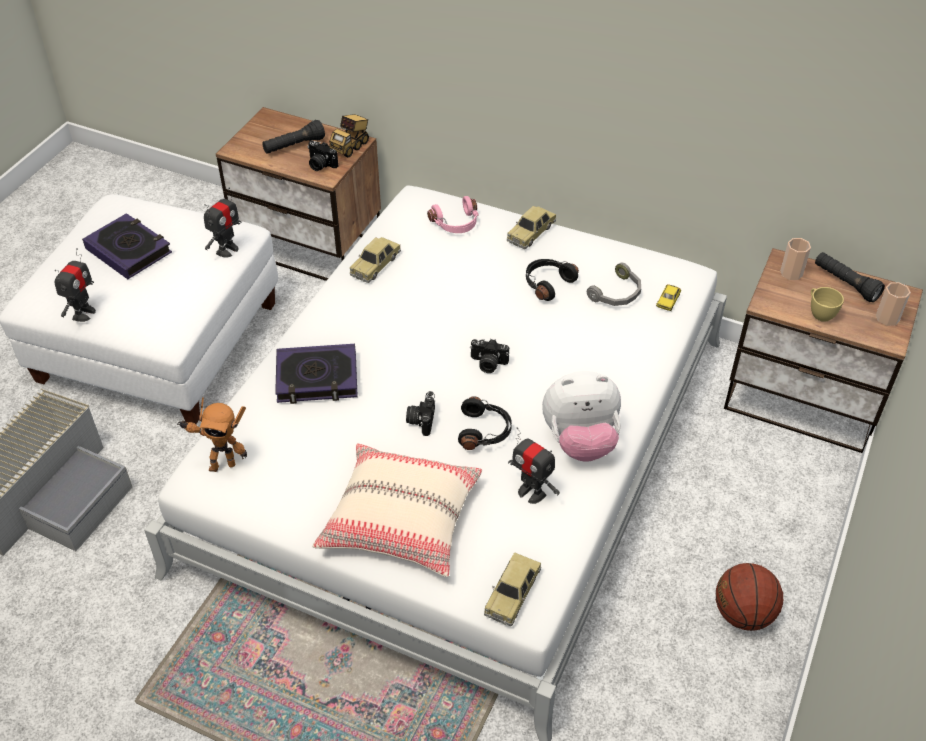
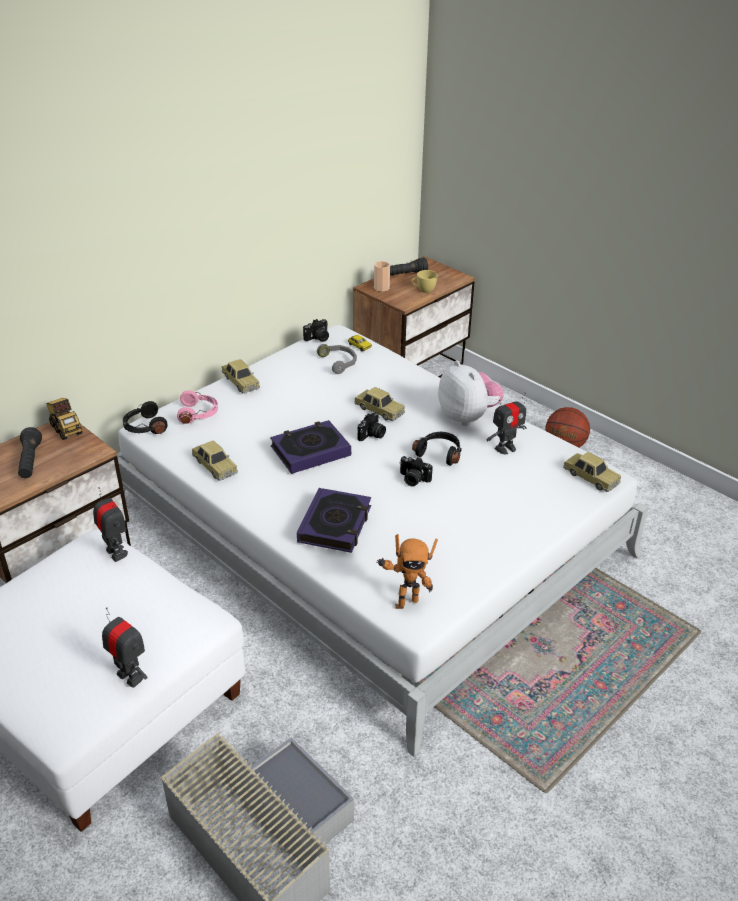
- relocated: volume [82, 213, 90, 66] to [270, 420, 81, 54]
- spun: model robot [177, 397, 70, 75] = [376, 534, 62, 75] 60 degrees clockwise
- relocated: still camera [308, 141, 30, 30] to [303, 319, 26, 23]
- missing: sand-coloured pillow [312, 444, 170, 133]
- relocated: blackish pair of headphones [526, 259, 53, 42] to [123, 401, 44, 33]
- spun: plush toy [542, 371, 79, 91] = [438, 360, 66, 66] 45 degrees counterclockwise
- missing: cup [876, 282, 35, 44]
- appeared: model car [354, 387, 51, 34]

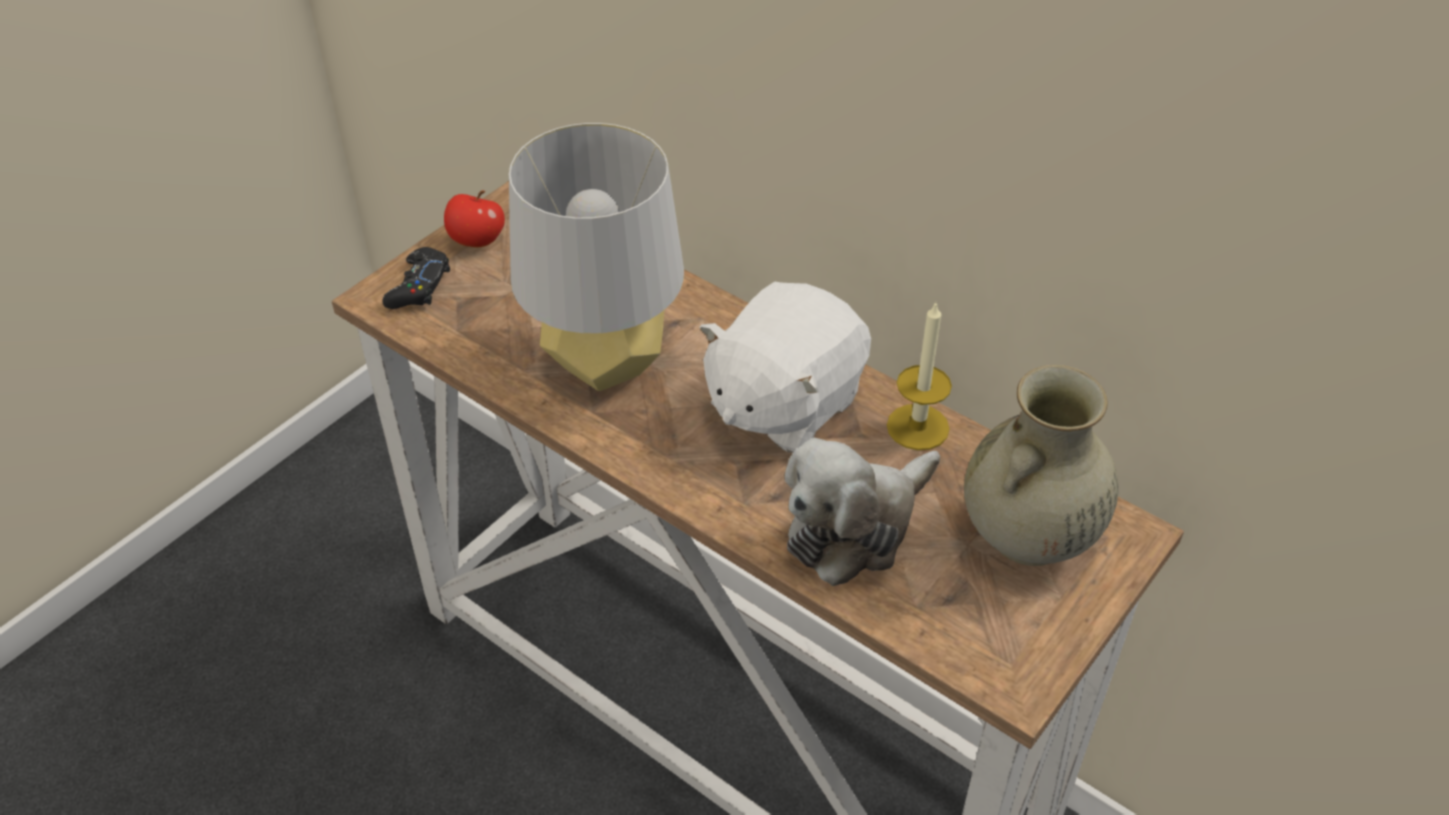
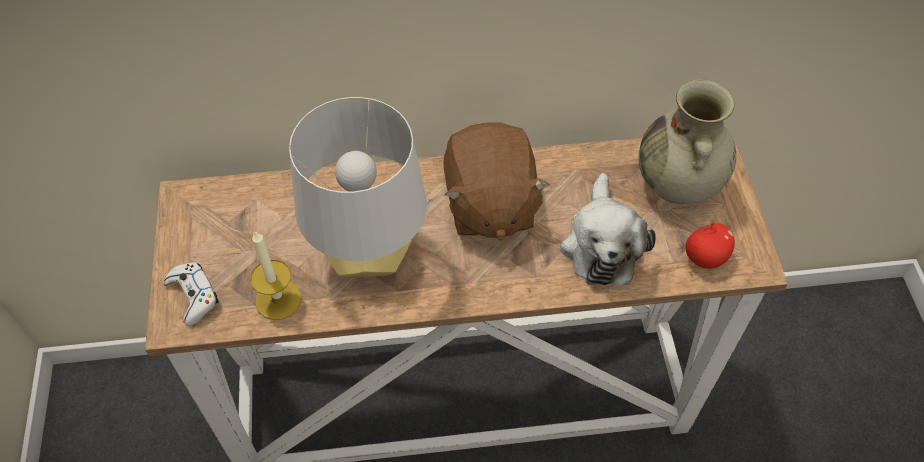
- colour: blackish joypad [382, 247, 68, 62] to white-coloured joypad [164, 262, 55, 64]
- relocated: apple fruit [444, 190, 61, 57] to [685, 221, 50, 48]
- colour: white-coloured plush toy [699, 282, 172, 171] to brown plush toy [443, 122, 107, 118]
- relocated: wax light [887, 302, 65, 148] to [250, 231, 51, 89]

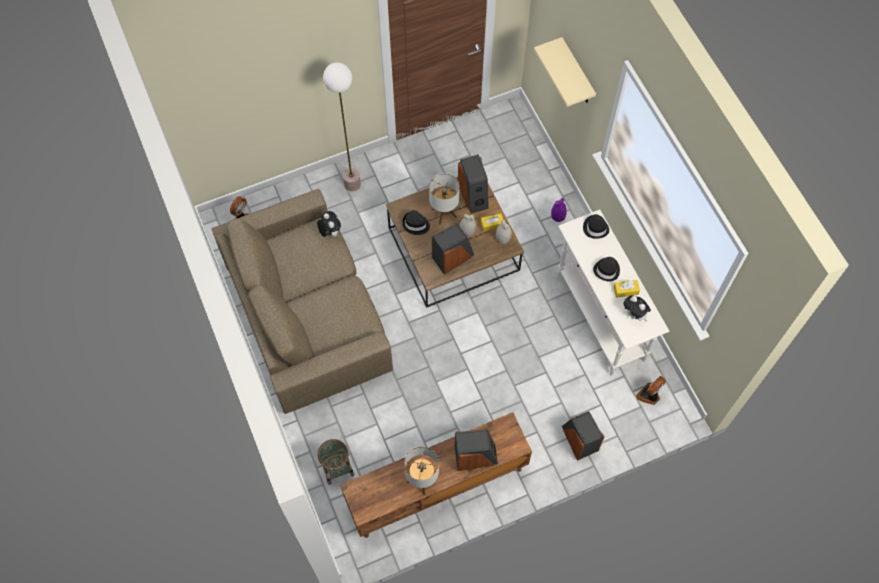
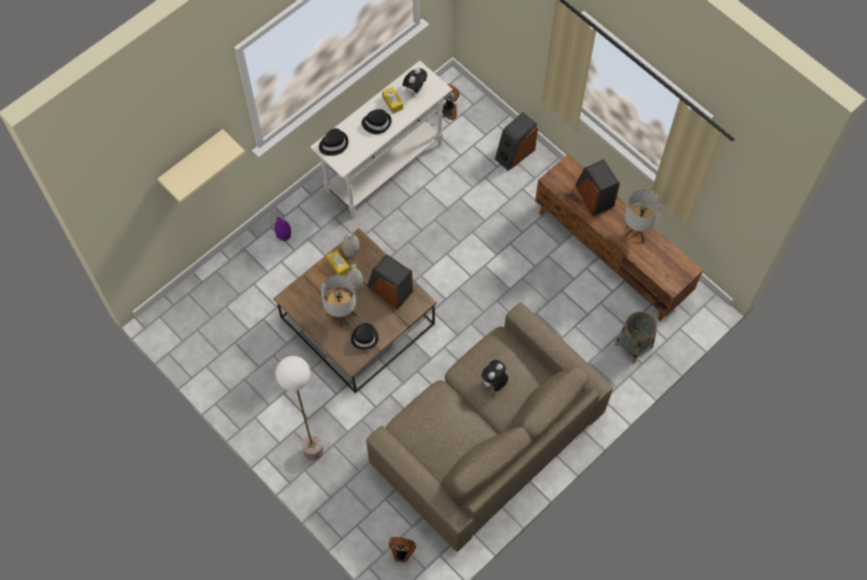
- relocated: plush toy [317, 211, 24, 26] to [482, 360, 26, 32]
- missing: audio speaker [458, 154, 31, 60]

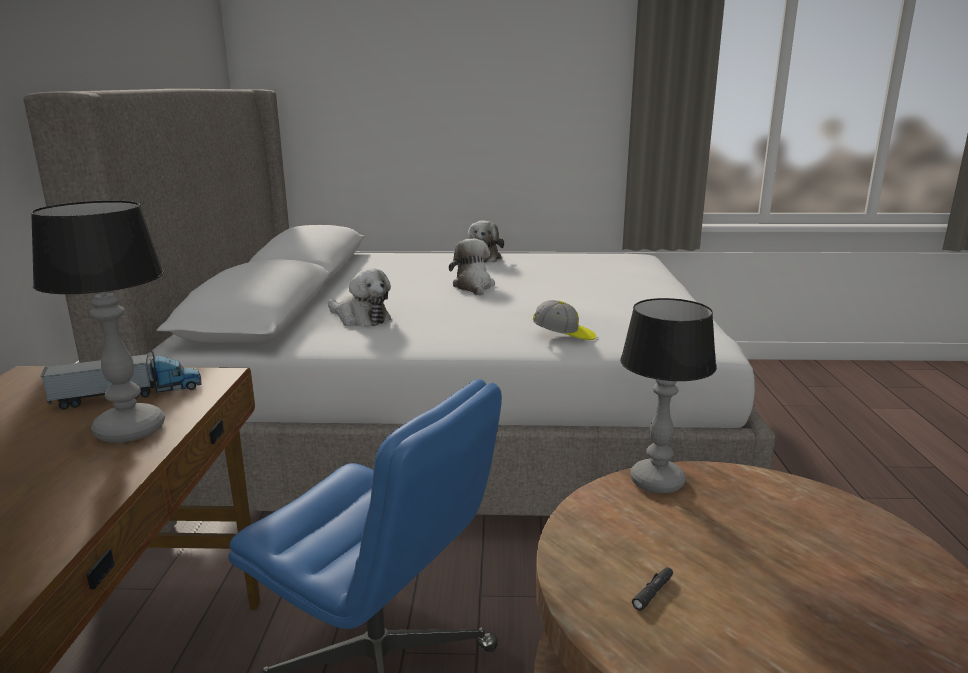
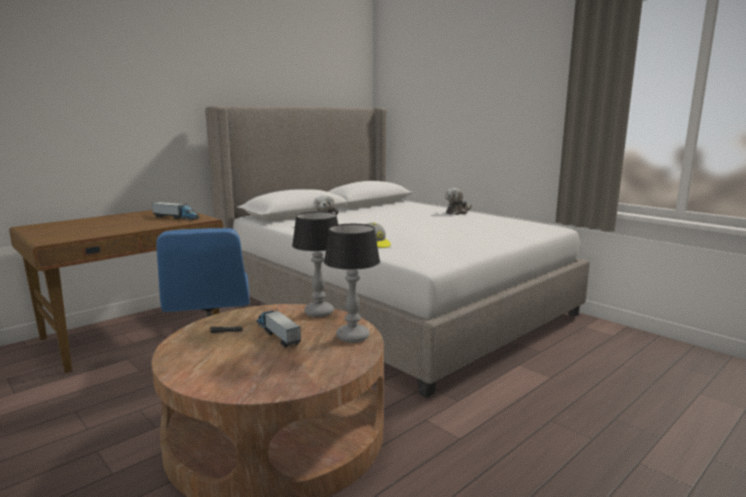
- relocated: lamp for a table [31, 200, 134, 243] to [324, 224, 56, 119]
- missing: plush toy [449, 239, 46, 57]
- appeared: toy truck [256, 308, 45, 39]

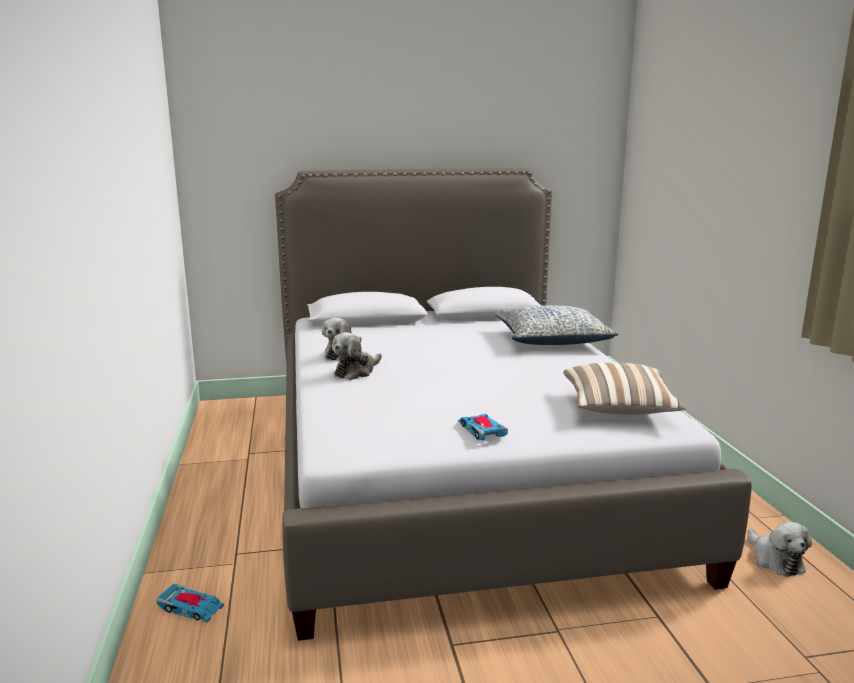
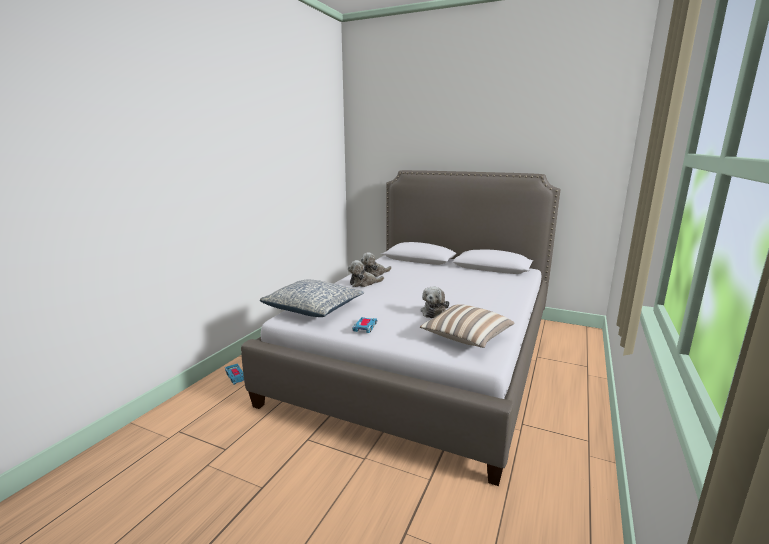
- relocated: pillow [495, 305, 123, 40] to [260, 279, 105, 38]
- relocated: plush toy [747, 522, 65, 55] to [420, 287, 29, 31]

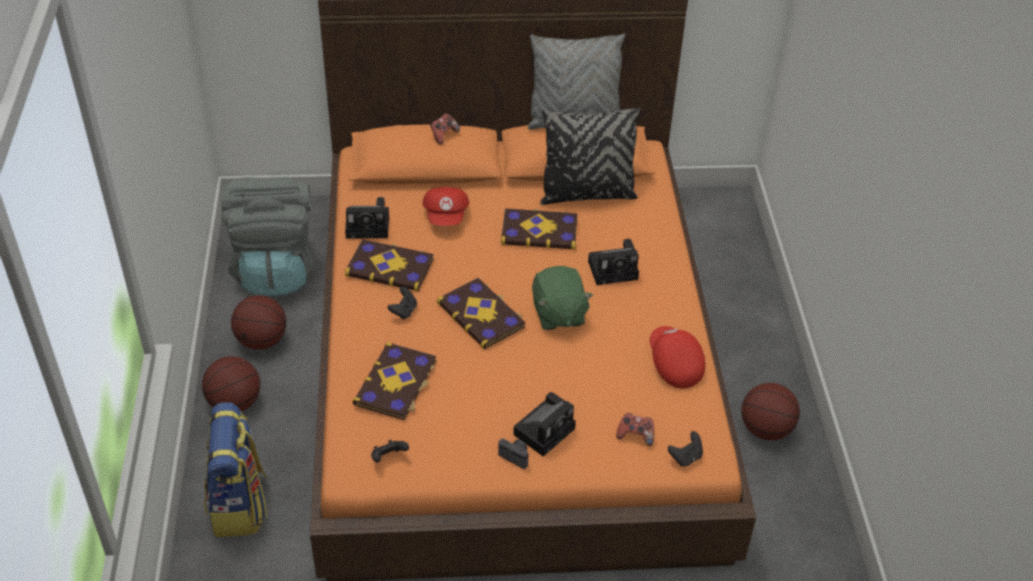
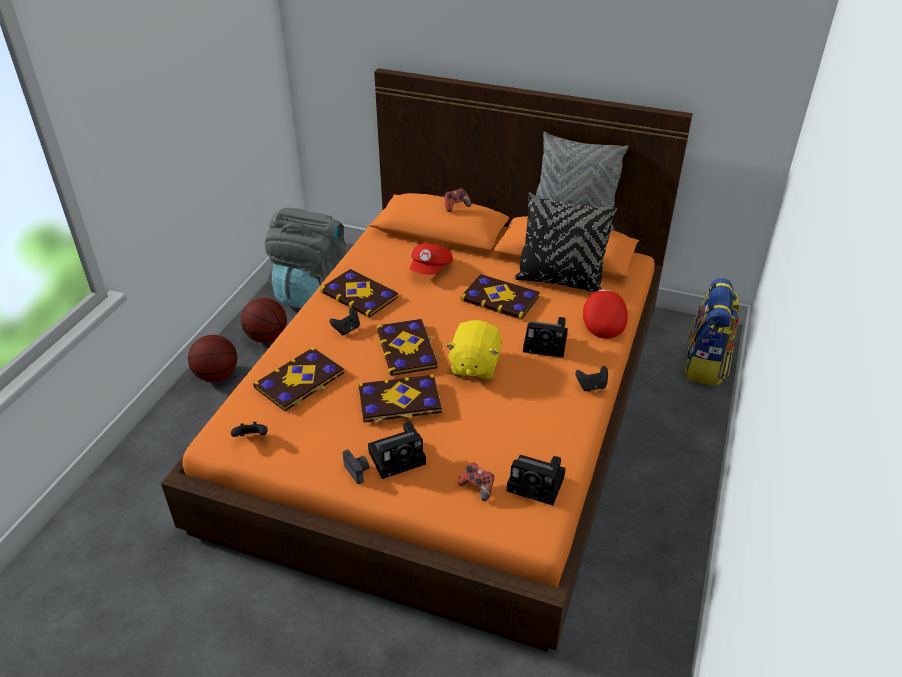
- relocated: backpack [204, 402, 64, 135] to [684, 278, 55, 108]
- relocated: still camera [345, 197, 44, 41] to [507, 455, 59, 50]
- colour: green-coloured plush toy [532, 266, 61, 64] to yellow plush toy [445, 320, 56, 61]
- relocated: reddish peaked cap [650, 326, 55, 63] to [583, 289, 45, 50]
- relocated: blackish joypad [668, 431, 35, 35] to [575, 366, 33, 25]
- missing: basketball [741, 383, 59, 57]
- appeared: volume [358, 374, 84, 49]

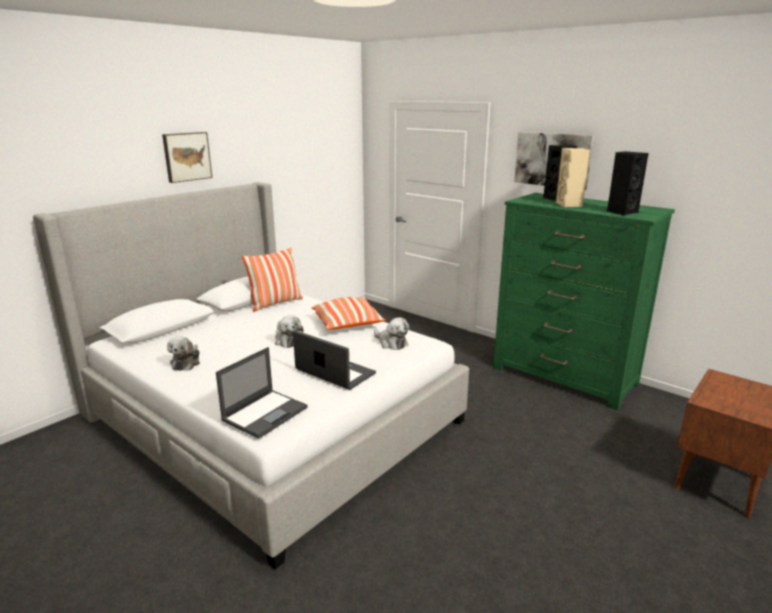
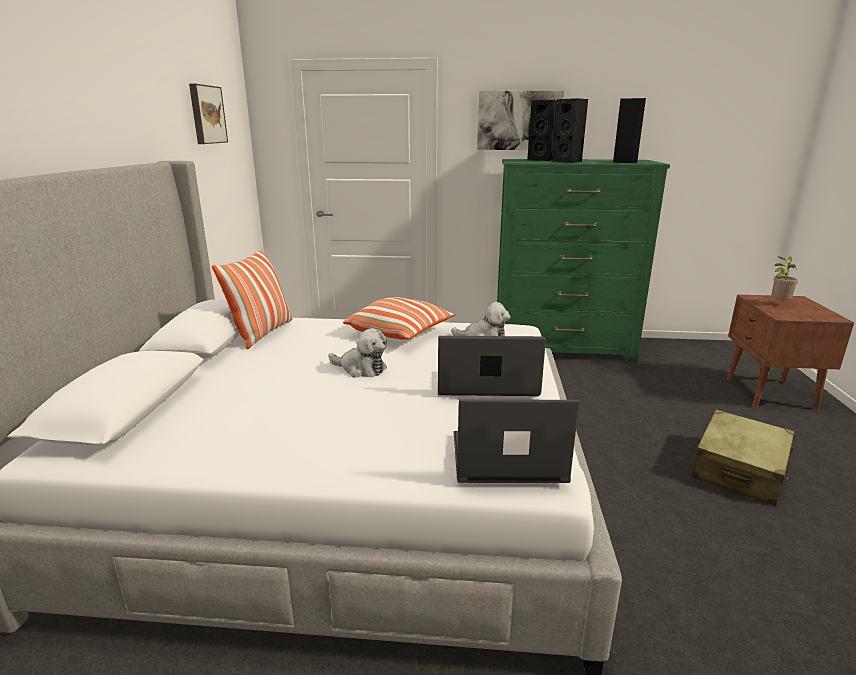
- relocated: picture [162, 132, 50, 51] to [189, 84, 39, 60]
- missing: plush toy [167, 336, 33, 35]
- spun: notebook computer [216, 347, 92, 92] = [453, 399, 126, 84] 90 degrees counterclockwise
- colour: sand-coloured audio speaker [556, 148, 34, 59] to blackish audio speaker [552, 98, 36, 65]
- appeared: sand-coloured suitcase [691, 410, 104, 96]
- appeared: potted plant [771, 256, 27, 44]

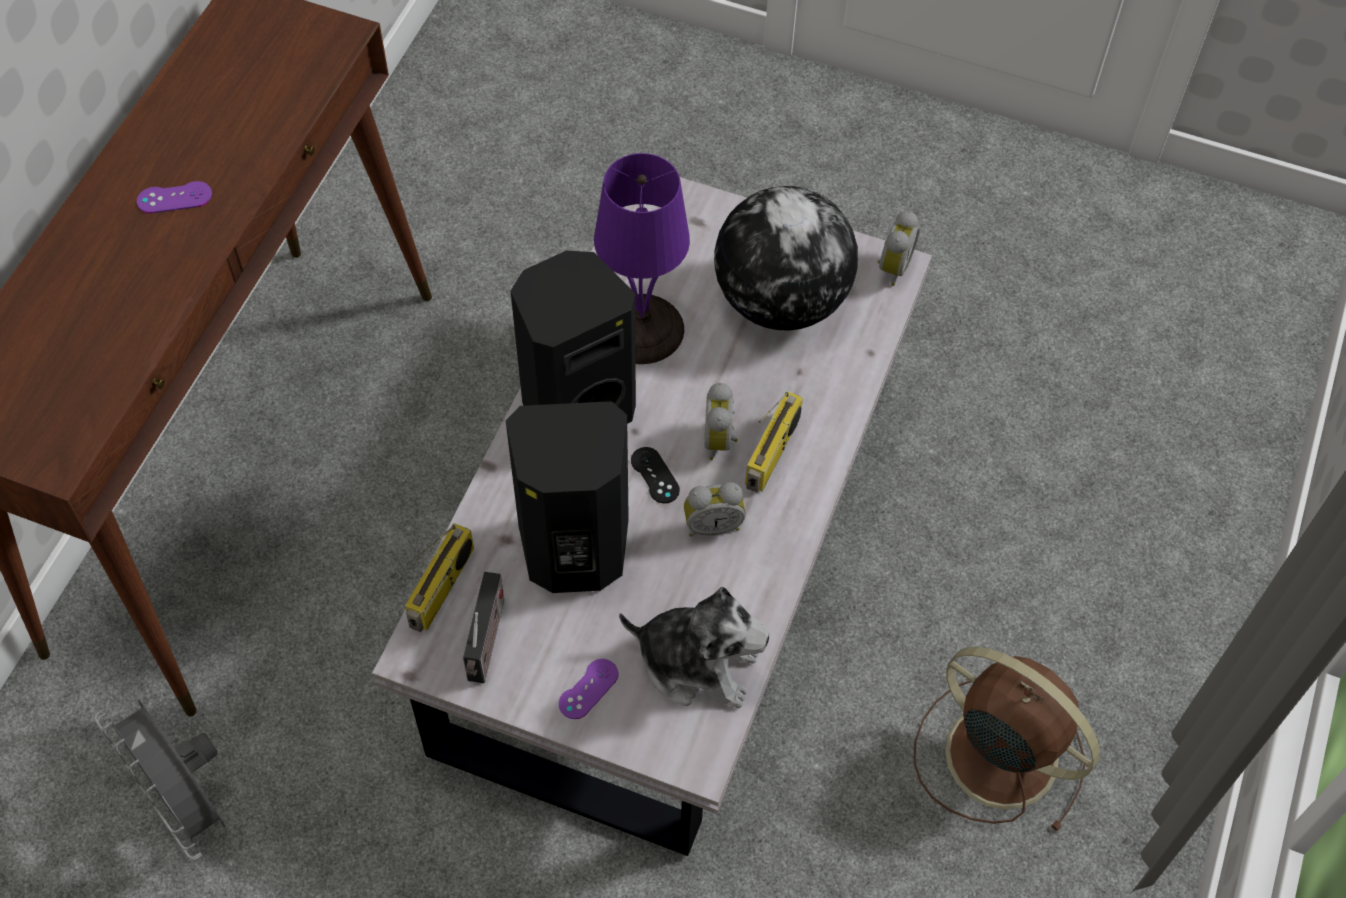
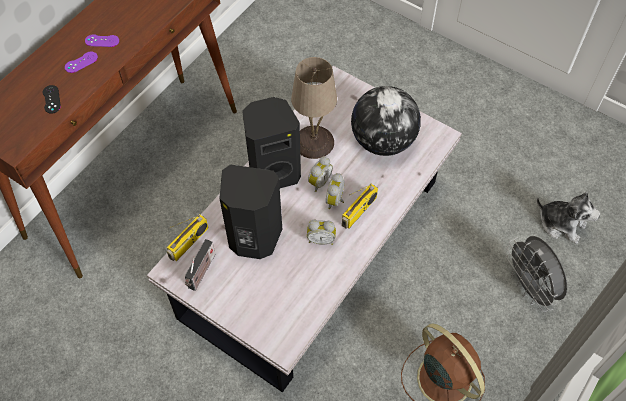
- relocated: gray fan [94, 699, 131, 161] to [506, 236, 61, 76]
- relocated: purplish joypad [559, 659, 59, 60] to [65, 52, 33, 21]
- colour: purplish lamp for a table [594, 153, 96, 211] to sand-coloured lamp for a table [291, 57, 46, 102]
- relocated: plush toy [619, 587, 151, 121] to [536, 192, 64, 52]
- relocated: blackish joypad [631, 447, 49, 56] to [43, 85, 18, 29]
- relocated: alarm clock [877, 211, 43, 75] to [308, 156, 25, 36]

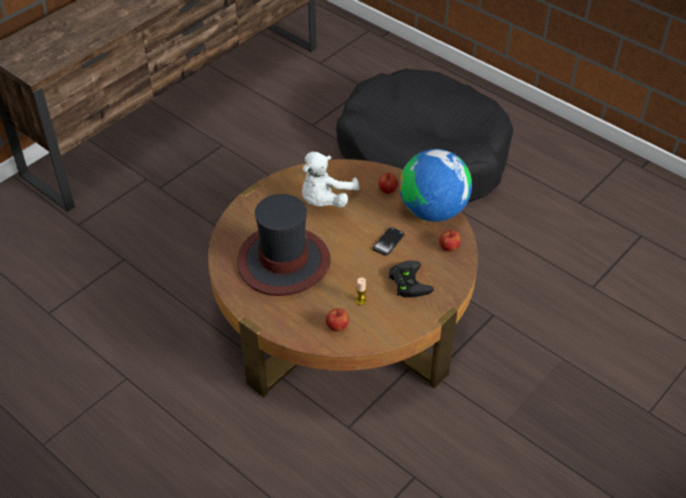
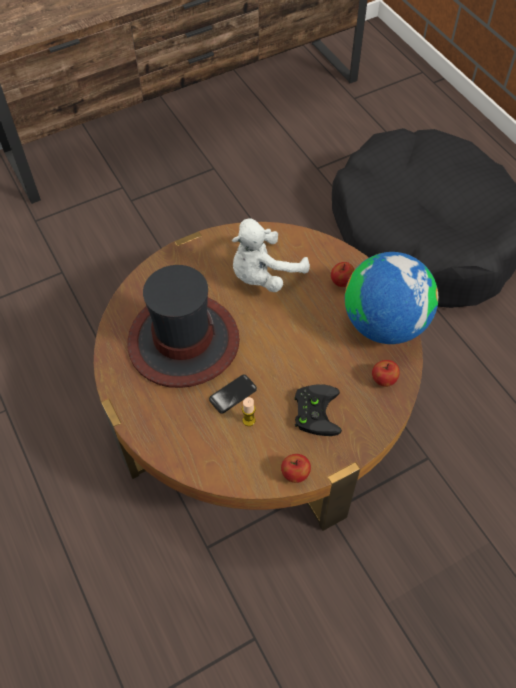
- relocated: apple fruit [326, 308, 23, 24] to [281, 454, 30, 29]
- relocated: handset [373, 227, 31, 29] to [209, 375, 48, 39]

